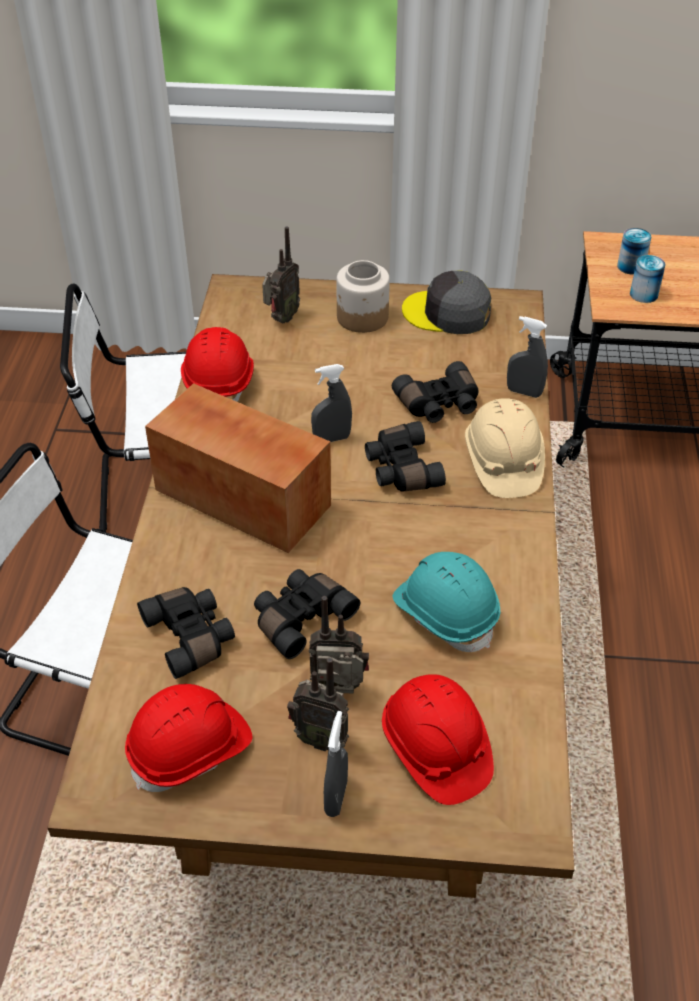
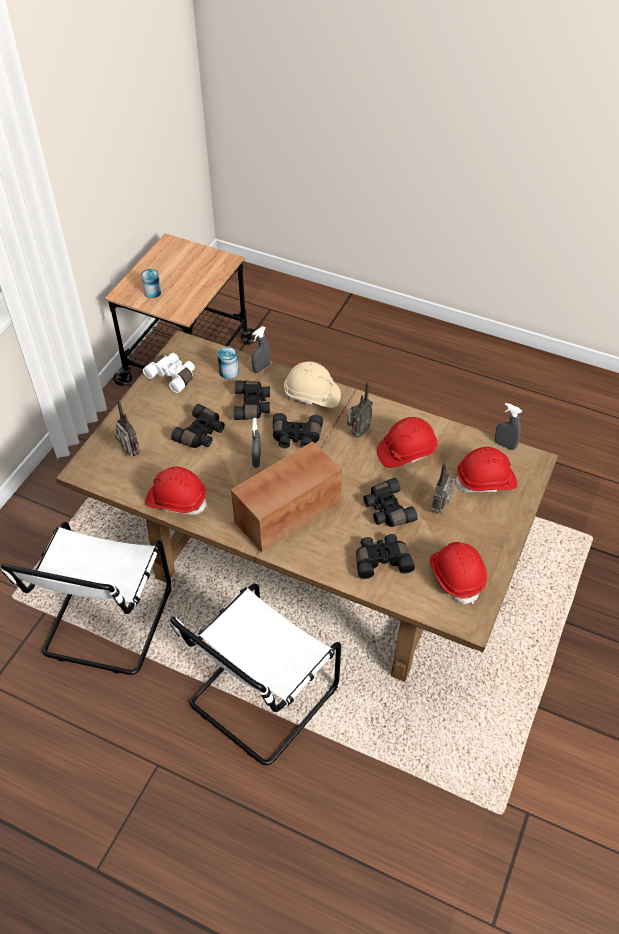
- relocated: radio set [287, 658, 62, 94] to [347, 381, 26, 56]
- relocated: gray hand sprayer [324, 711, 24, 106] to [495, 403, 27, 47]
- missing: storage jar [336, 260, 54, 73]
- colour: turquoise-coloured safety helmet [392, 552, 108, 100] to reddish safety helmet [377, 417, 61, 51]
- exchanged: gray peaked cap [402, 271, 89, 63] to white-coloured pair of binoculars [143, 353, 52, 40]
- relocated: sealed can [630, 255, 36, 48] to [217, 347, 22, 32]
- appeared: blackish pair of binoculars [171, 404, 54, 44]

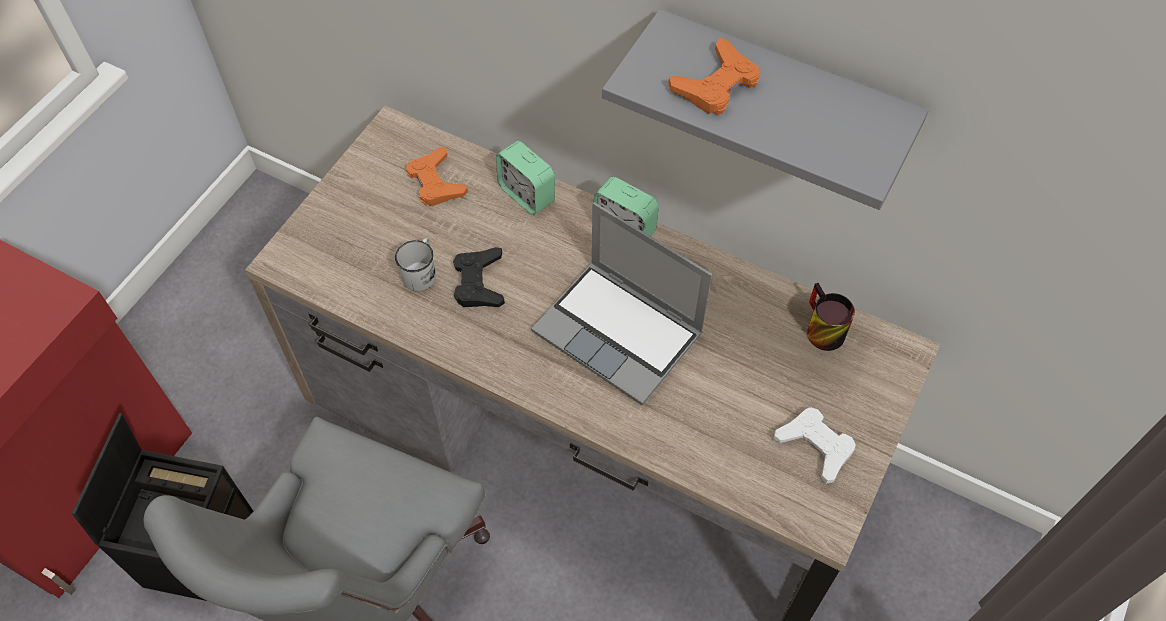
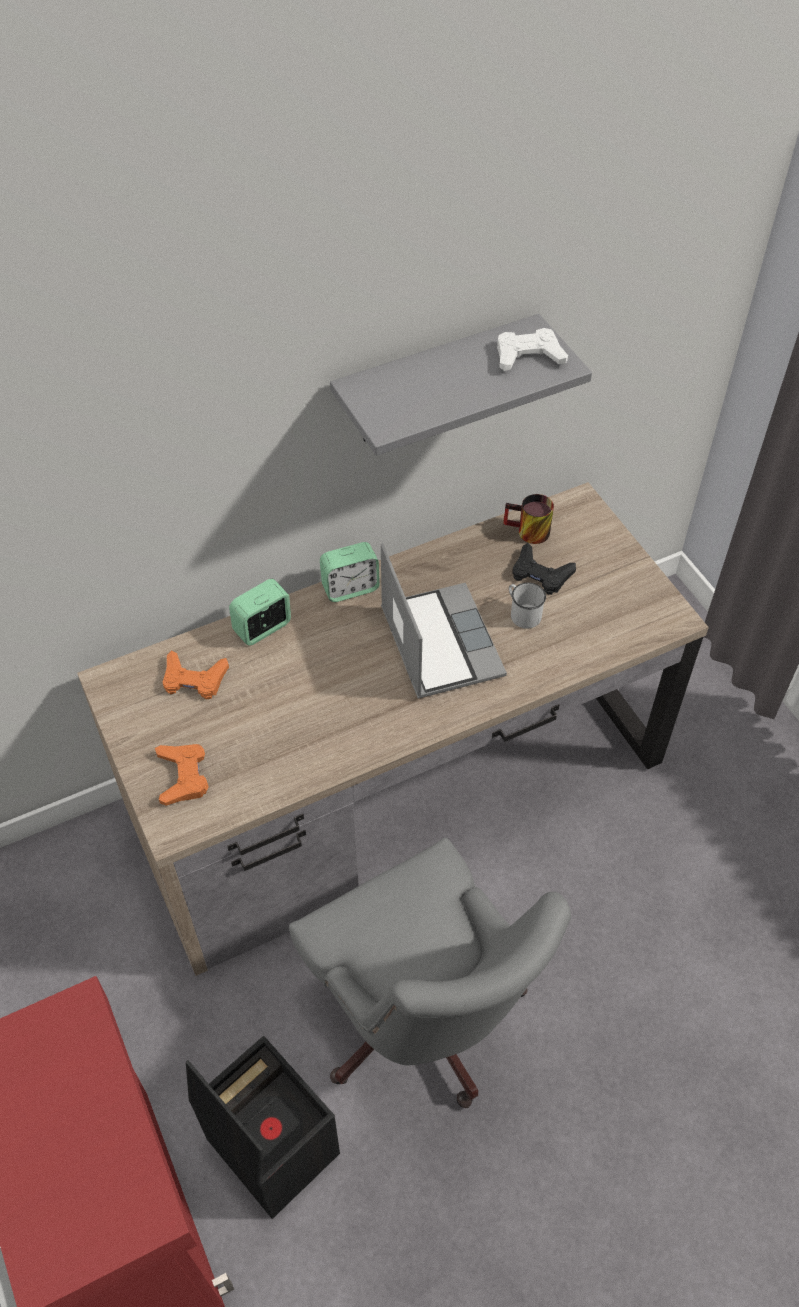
- relocated: white-coloured tea mug [395, 238, 41, 53] to [509, 583, 37, 46]
- relocated: blackish joypad [453, 247, 52, 60] to [512, 543, 64, 52]
- spun: alarm clock [496, 141, 59, 74] = [229, 579, 62, 67] 150 degrees clockwise
- spun: notebook computer [531, 202, 181, 203] = [381, 543, 126, 156] 90 degrees counterclockwise
- relocated: orange joypad [668, 37, 93, 78] to [155, 744, 54, 62]
- relocated: white-coloured joypad [774, 407, 82, 77] to [497, 328, 71, 43]

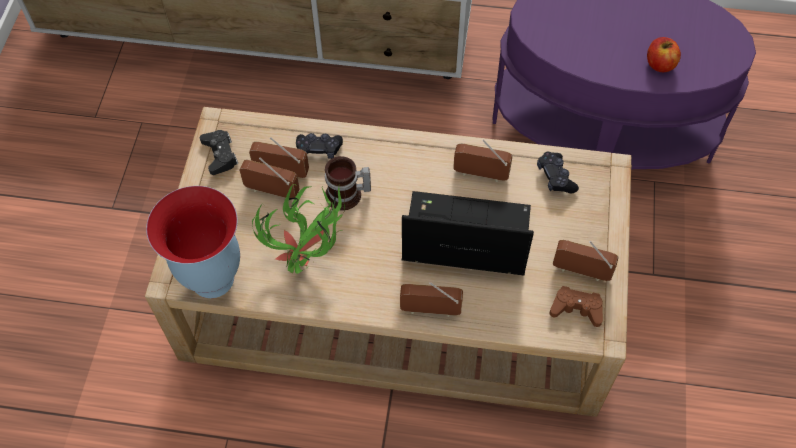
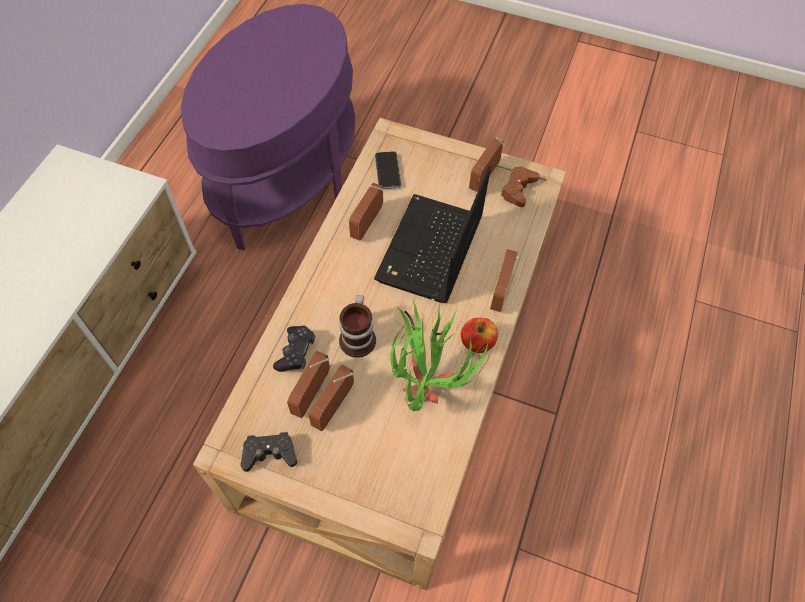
- missing: vase [146, 186, 94, 112]
- exchanged: blackish joypad [537, 152, 42, 41] to handset [375, 151, 26, 38]
- relocated: apple fruit [647, 37, 34, 35] to [461, 318, 37, 35]

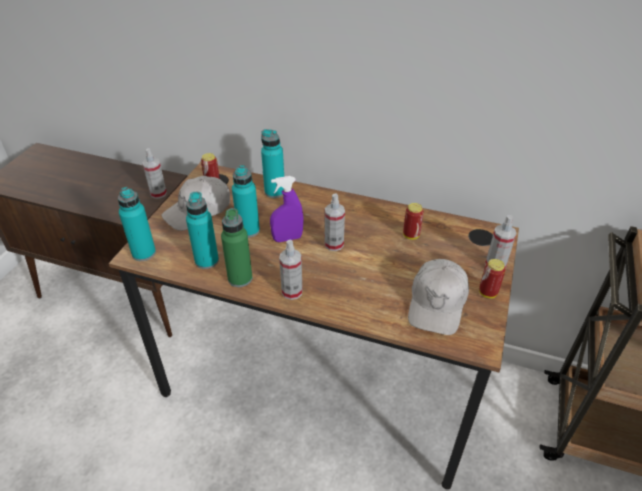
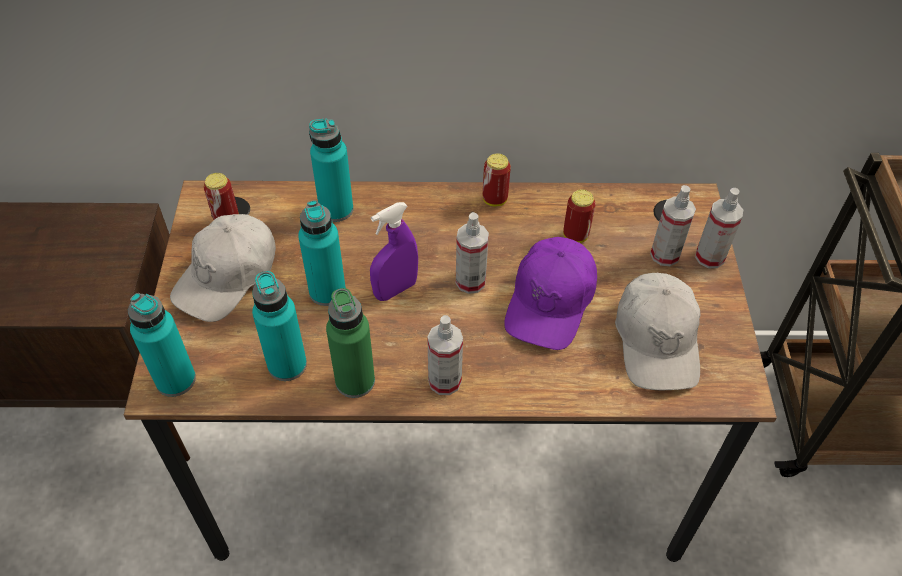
- relocated: hand sprayer [142, 148, 25, 51] to [650, 185, 46, 81]
- relocated: sealed can [479, 259, 27, 39] to [483, 153, 28, 53]
- appeared: purplish peaked cap [504, 237, 93, 113]

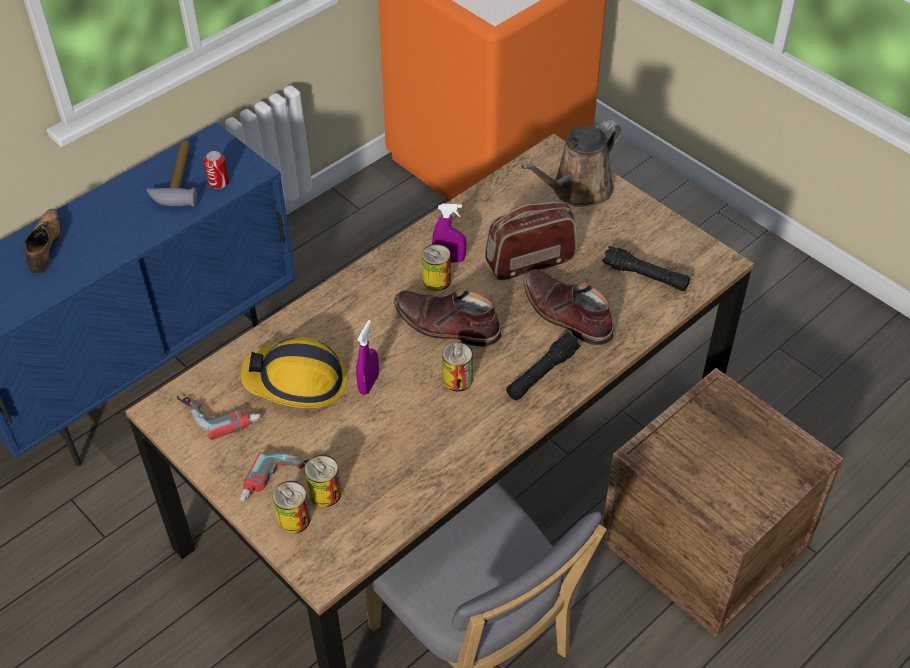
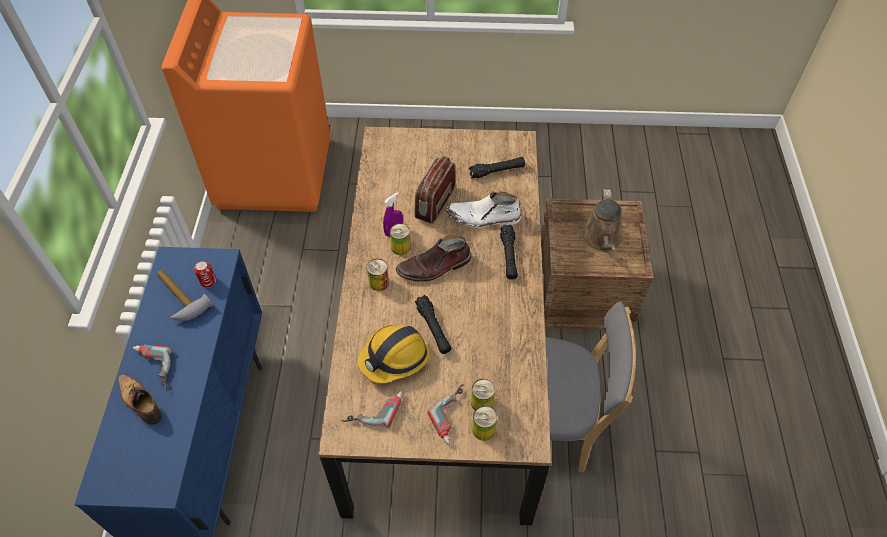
- exchanged: purplish hand sprayer [356, 320, 23, 75] to blackish hand torch [415, 295, 37, 59]
- relocated: sealed can [442, 342, 31, 50] to [367, 259, 22, 32]
- relocated: brown sprinkling can [521, 120, 101, 87] to [582, 189, 40, 63]
- colour: brown boot [524, 269, 89, 77] to white-coloured boot [447, 191, 75, 37]
- appeared: electric drill [133, 345, 39, 45]

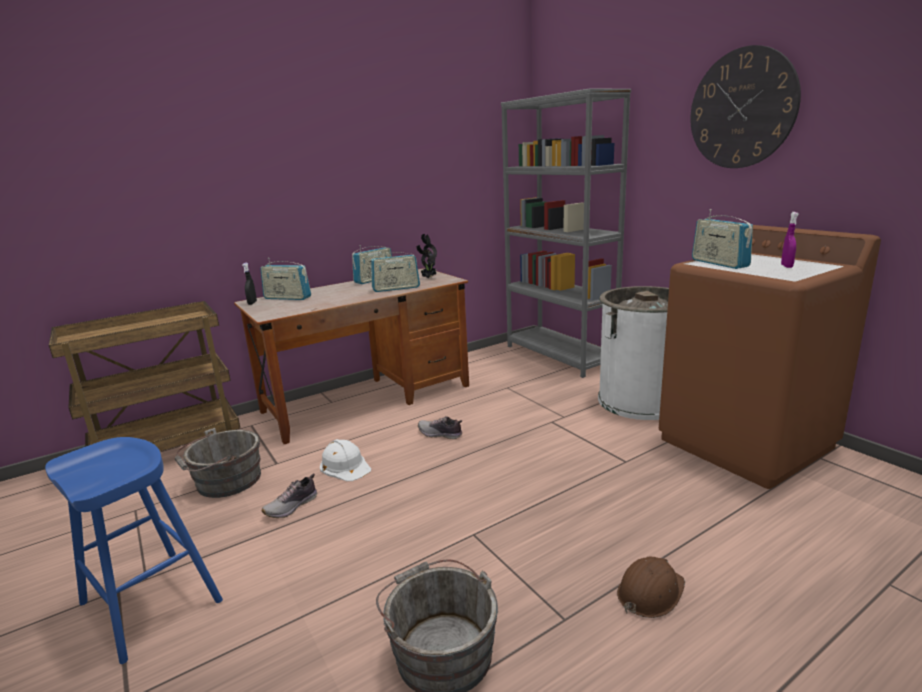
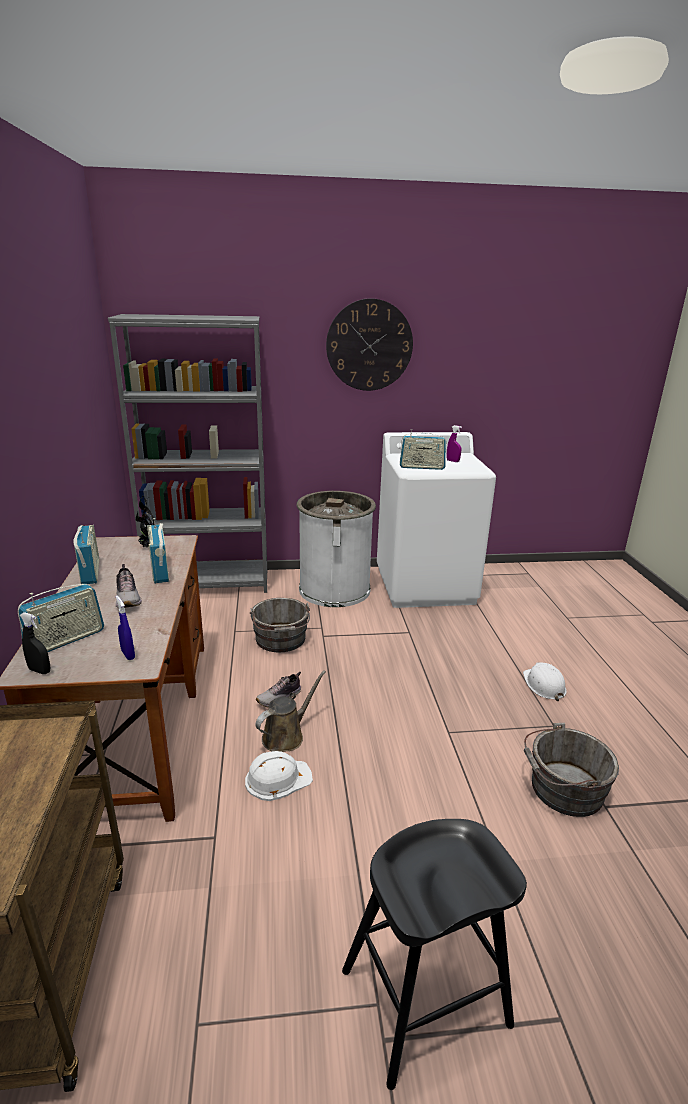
- colour: blue stool [45, 437, 178, 227] to blackish stool [342, 819, 185, 271]
- relocated: gray bucket [175, 428, 86, 70] to [250, 598, 60, 54]
- relocated: low shoe [262, 473, 55, 45] to [116, 564, 26, 44]
- spun: radio set [370, 250, 50, 42] = [147, 518, 22, 65] 150 degrees clockwise
- colour: brown safety helmet [617, 556, 68, 62] to white-coloured safety helmet [523, 662, 44, 39]
- colour: brown washing machine [659, 225, 222, 264] to white-coloured washing machine [377, 432, 119, 176]
- appeared: blue hand sprayer [115, 595, 20, 65]
- appeared: brown sprinkling can [255, 671, 71, 81]

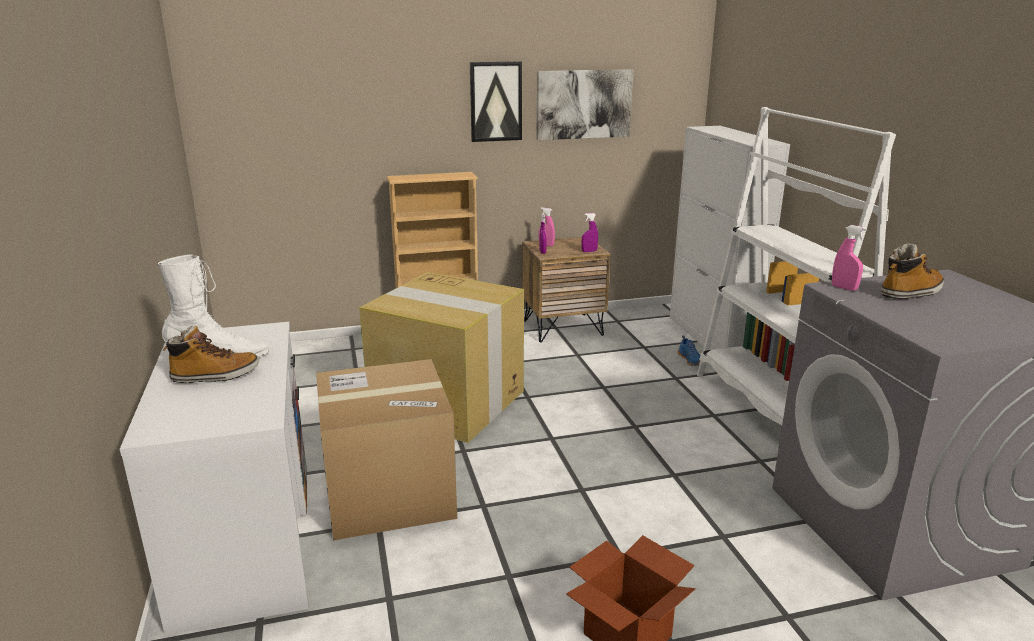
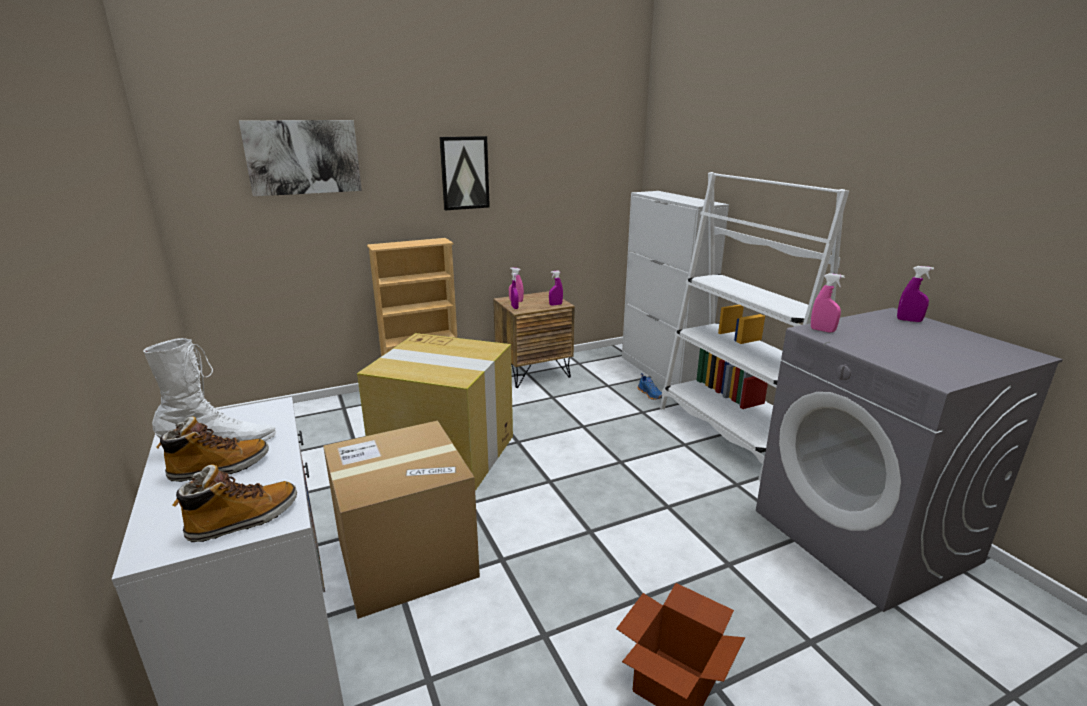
- relocated: picture [536, 69, 97, 71] to [239, 120, 123, 76]
- relocated: boot [881, 243, 63, 56] to [173, 464, 124, 78]
- appeared: purplish hand sprayer [897, 266, 37, 56]

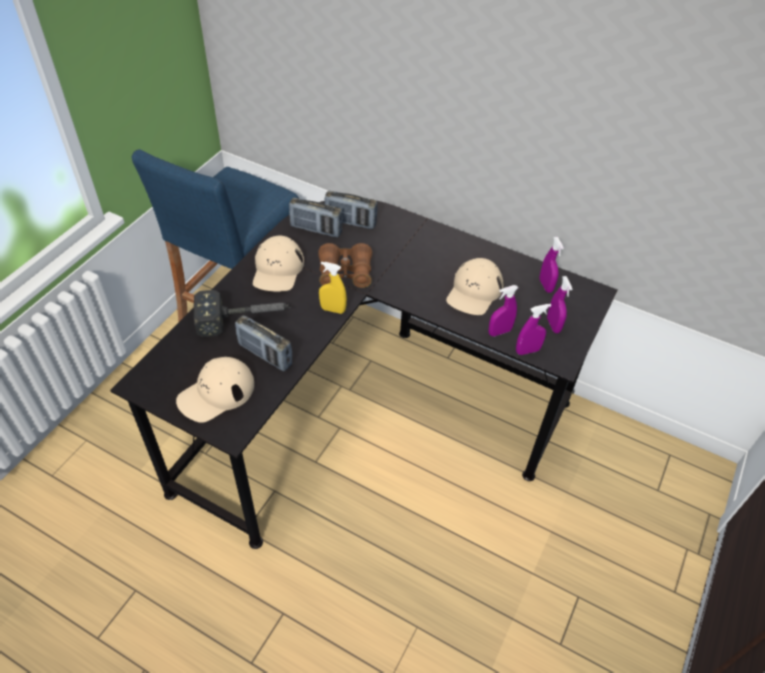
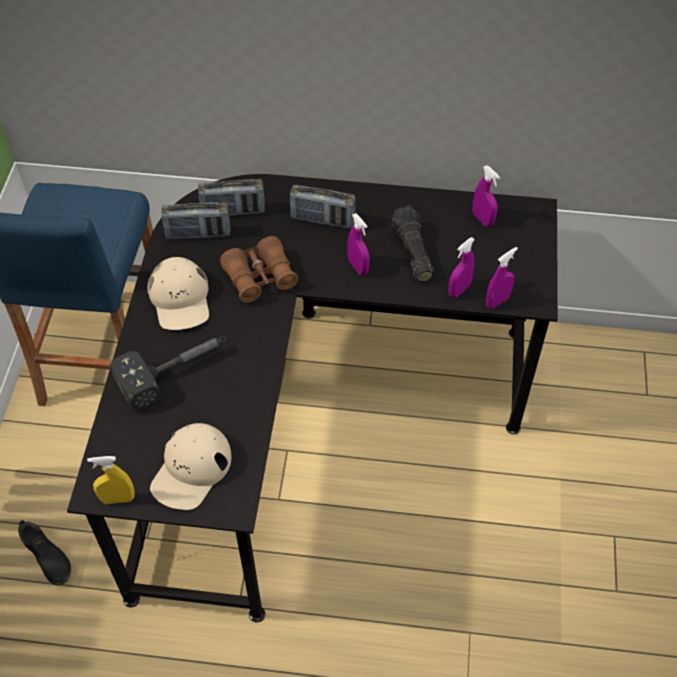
- relocated: radio set [235, 315, 57, 56] to [290, 185, 66, 43]
- relocated: yellow hand sprayer [319, 262, 28, 52] to [87, 456, 48, 48]
- exchanged: sand-coloured peaked cap [446, 258, 57, 57] to hand torch [391, 206, 43, 76]
- relocated: purplish hand sprayer [547, 276, 26, 57] to [347, 213, 23, 62]
- appeared: blackish low shoe [18, 520, 53, 65]

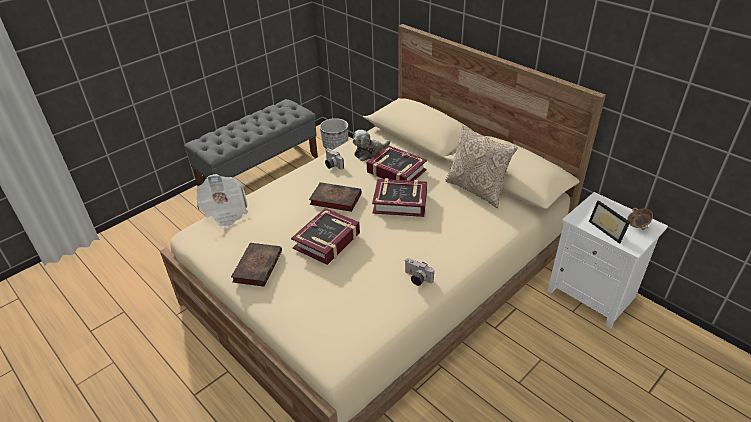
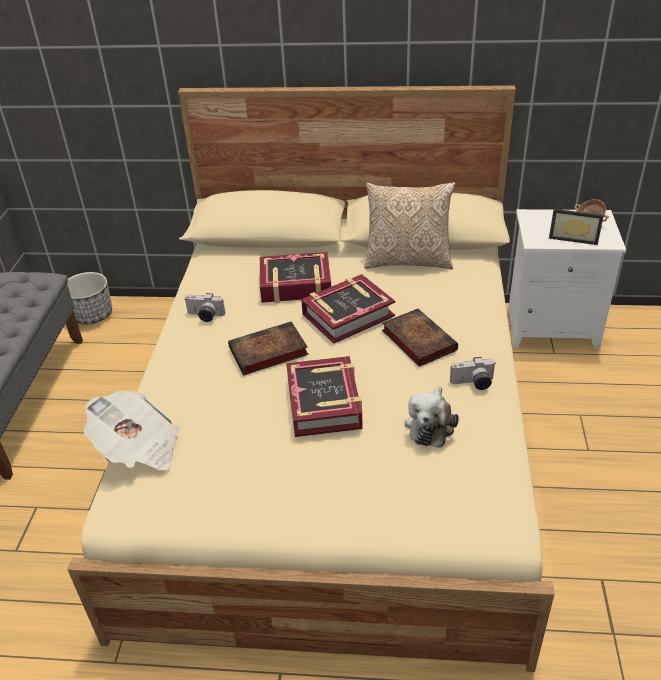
- relocated: volume [231, 243, 51, 44] to [382, 308, 76, 59]
- relocated: plush toy [353, 130, 37, 31] to [404, 386, 55, 62]

